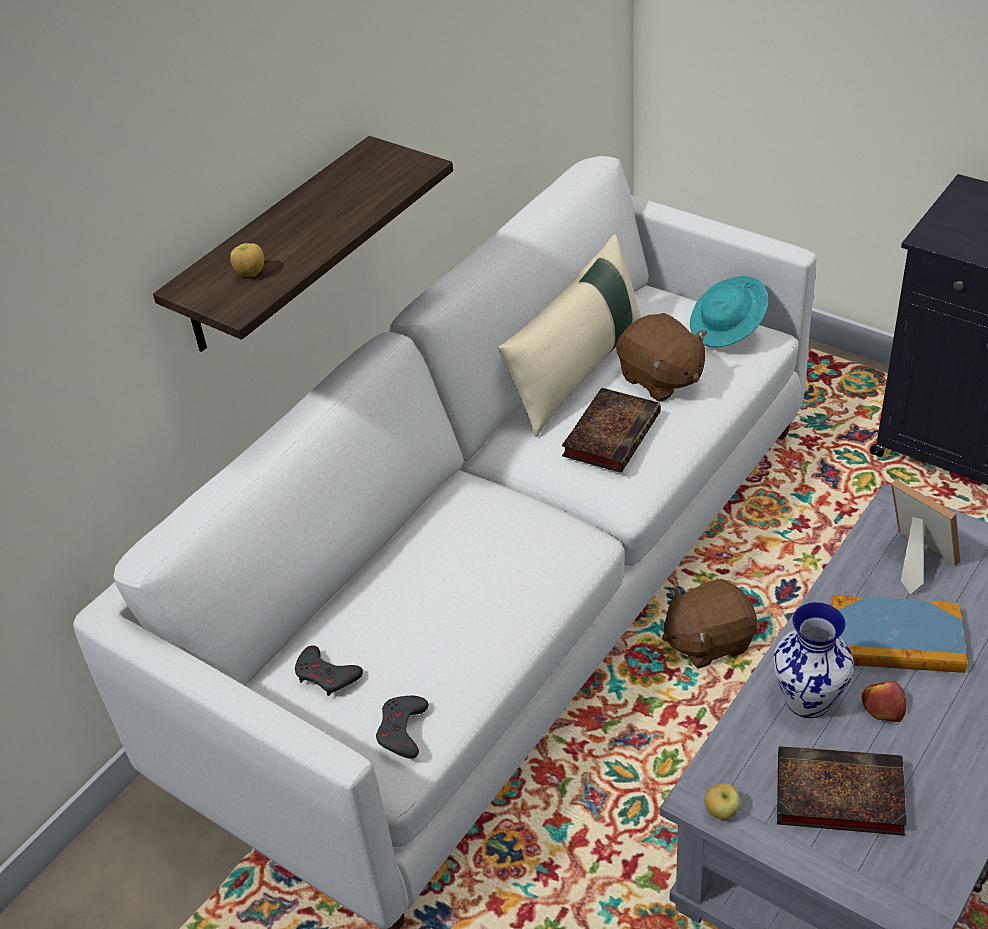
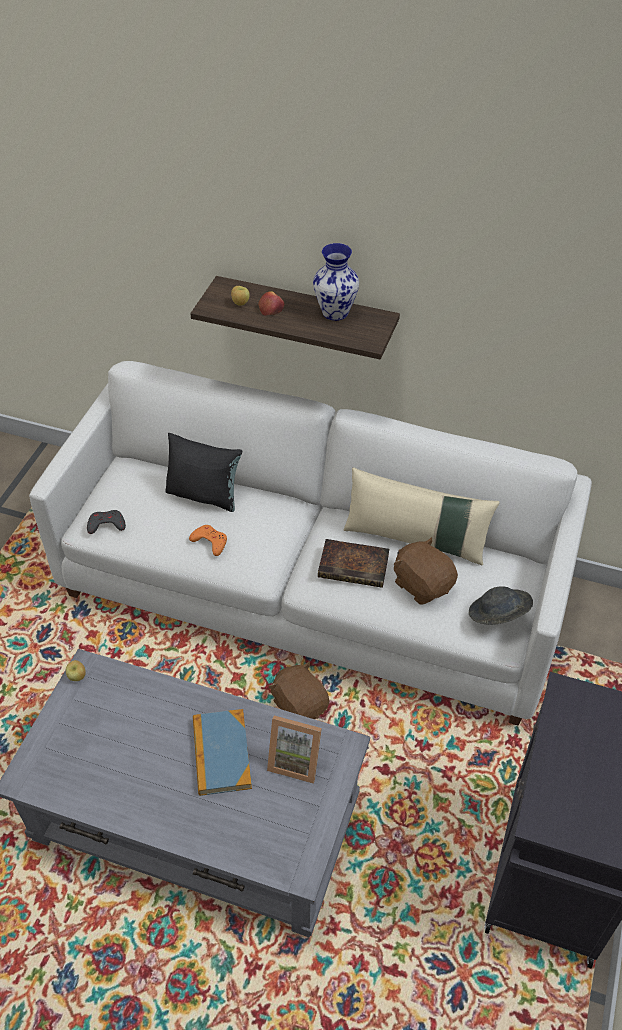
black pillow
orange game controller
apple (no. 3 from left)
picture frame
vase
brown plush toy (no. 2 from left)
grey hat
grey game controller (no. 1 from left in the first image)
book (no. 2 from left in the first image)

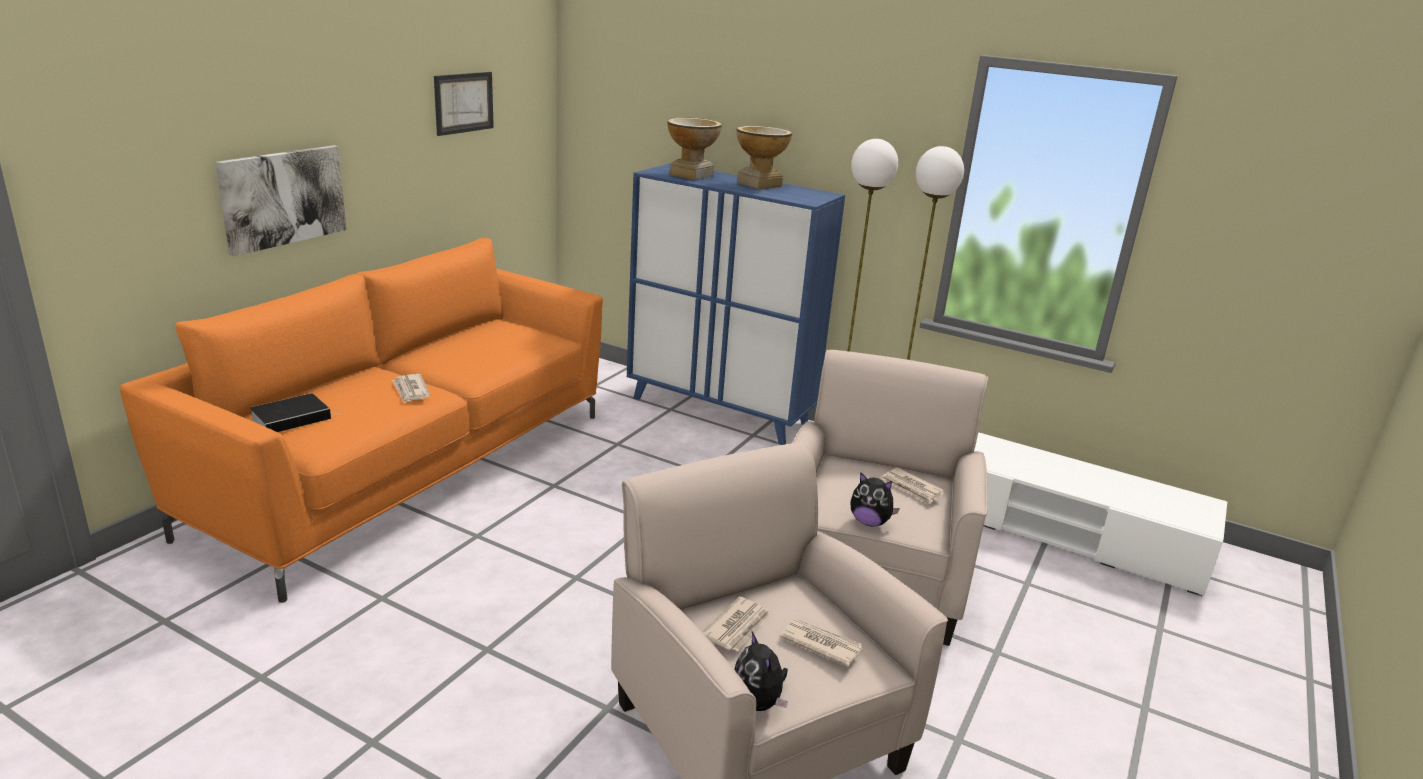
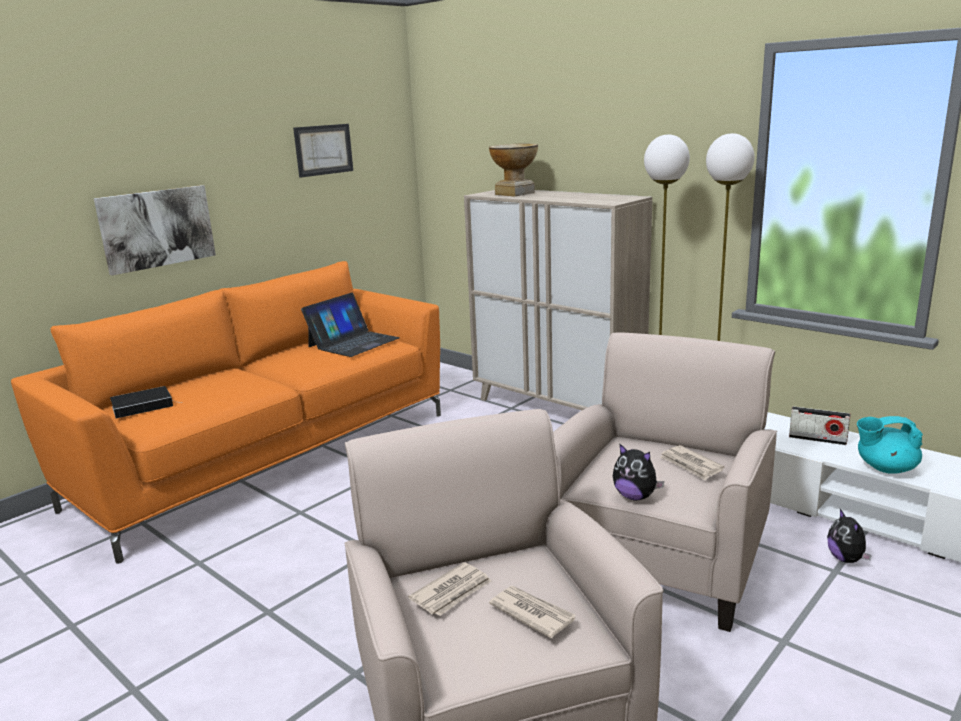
laptop
beige cabinet
radio
plush toy (no. 2 from left)
turquoise teapot
newspaper (no. 1 from left in the first image)
vase (no. 2 from left in the first image)

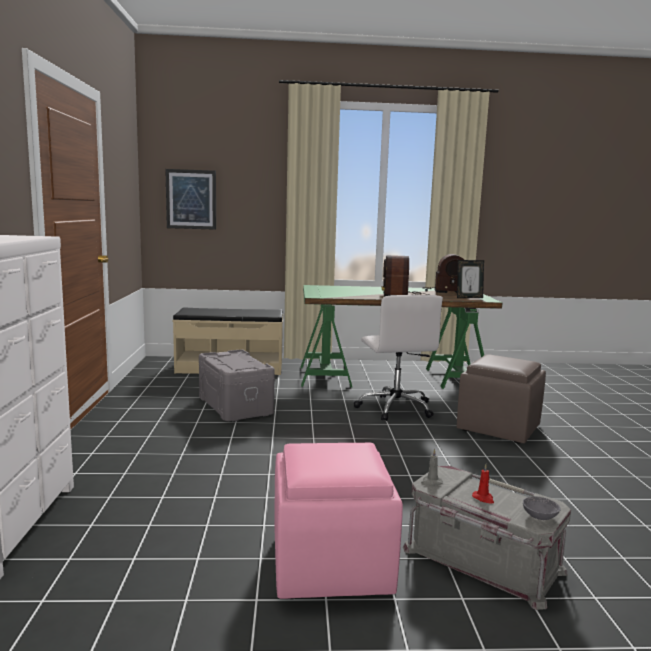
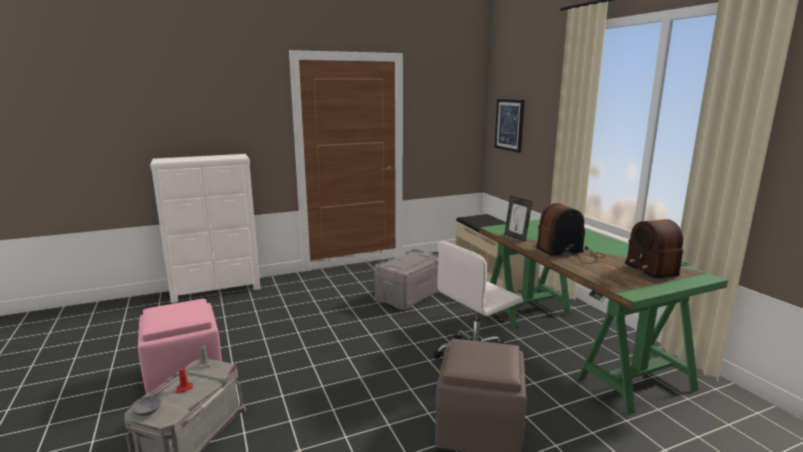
picture frame

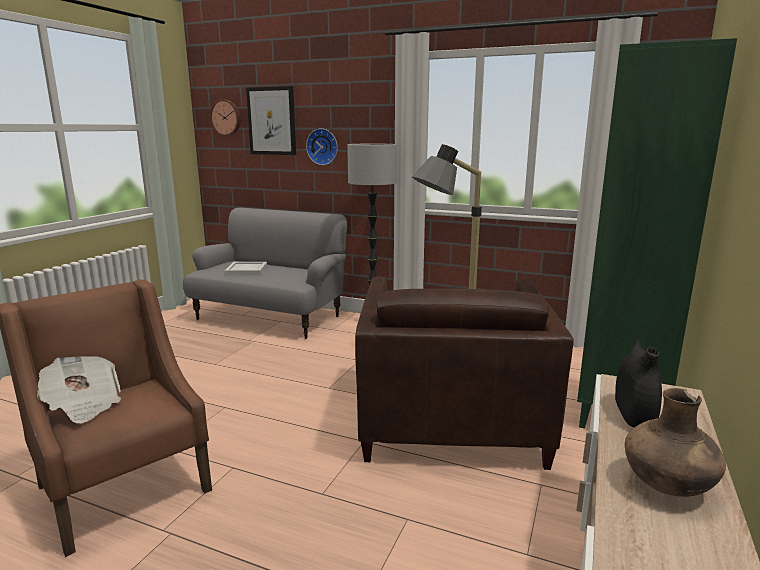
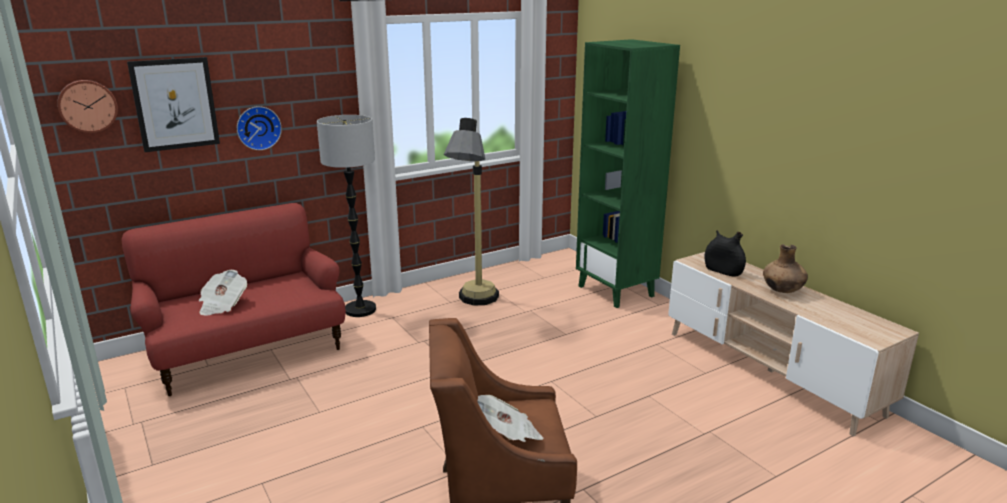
red sofa
newspaper (no. 1 from left)
brown armchair (no. 2 from left in the first image)

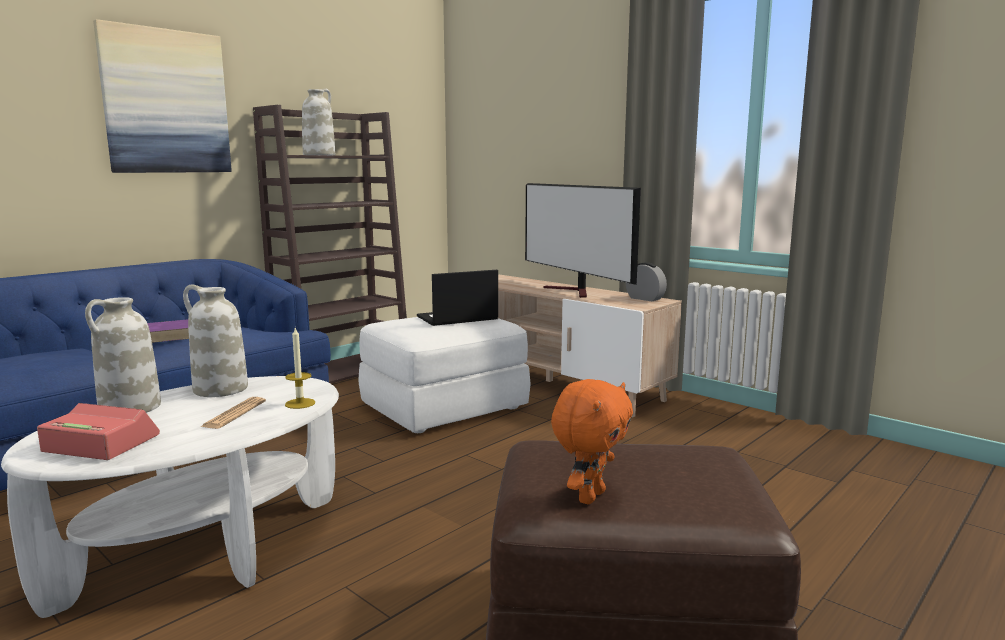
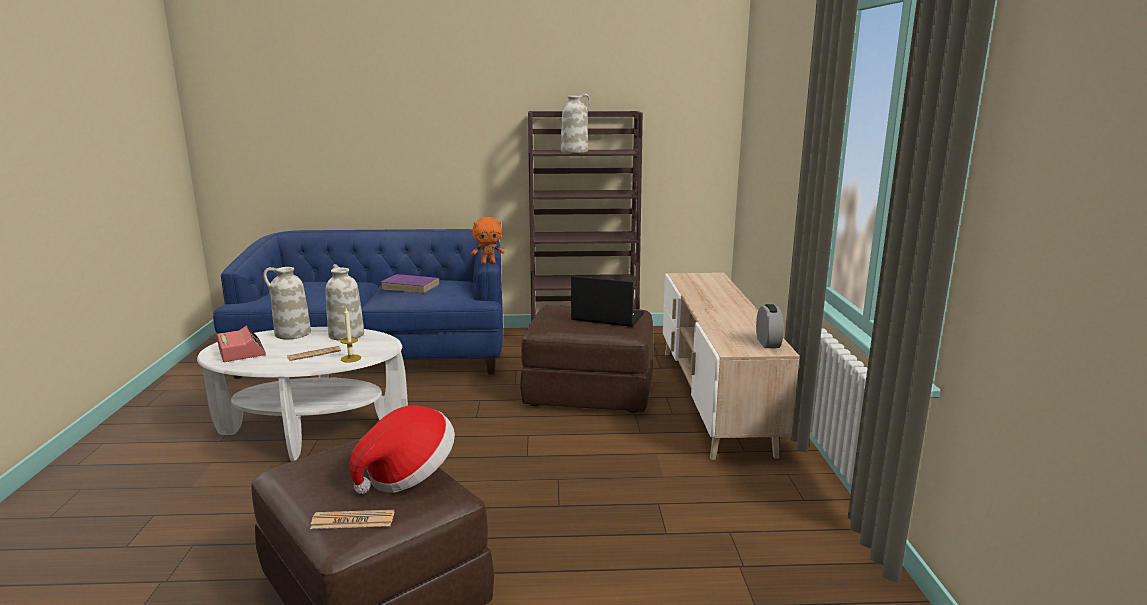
newspaper (no. 2 from left)
hat
orange plush toy
brown ottoman (no. 2 from left)
picture
television

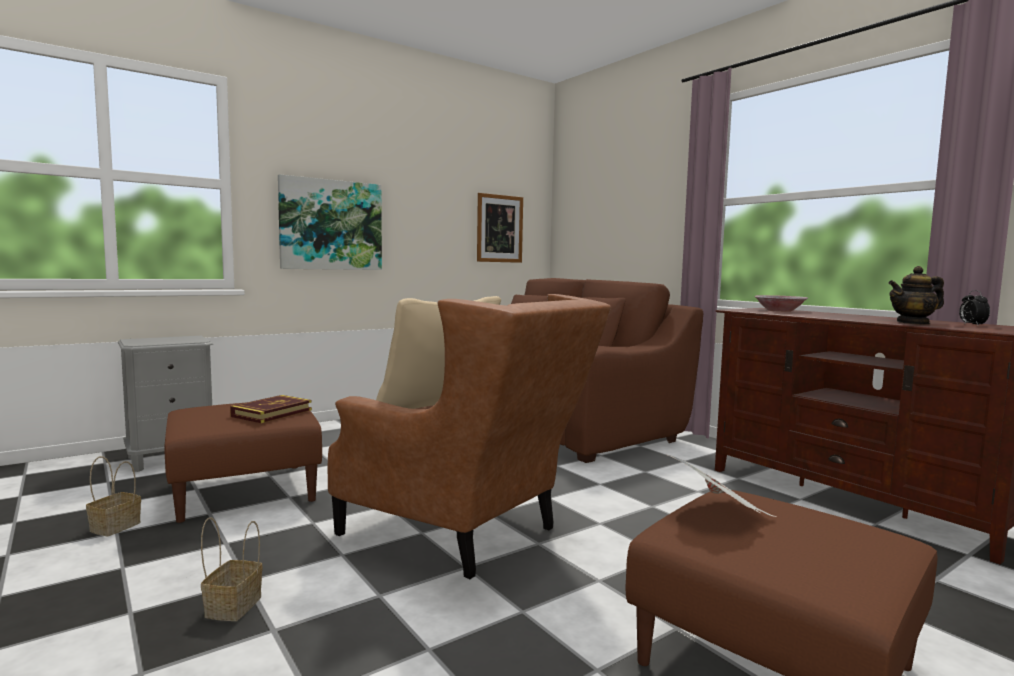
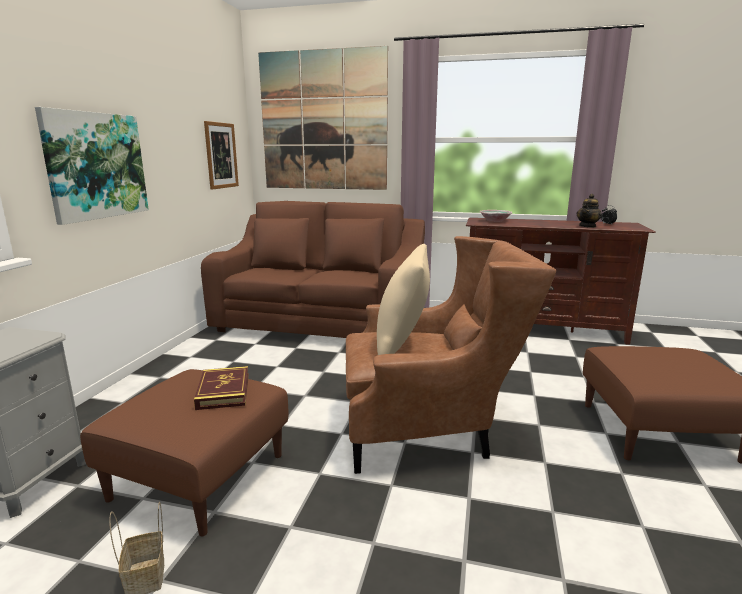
picture (no. 3 from left)
basket (no. 2 from left in the first image)
newspaper

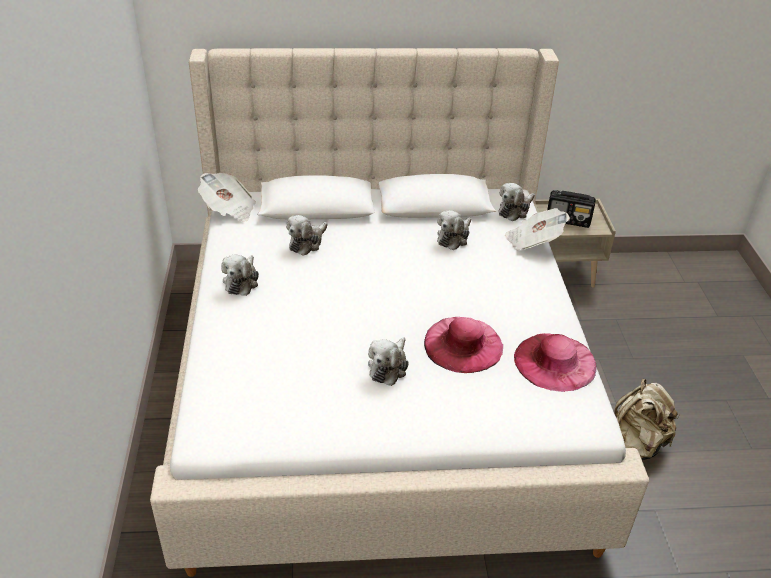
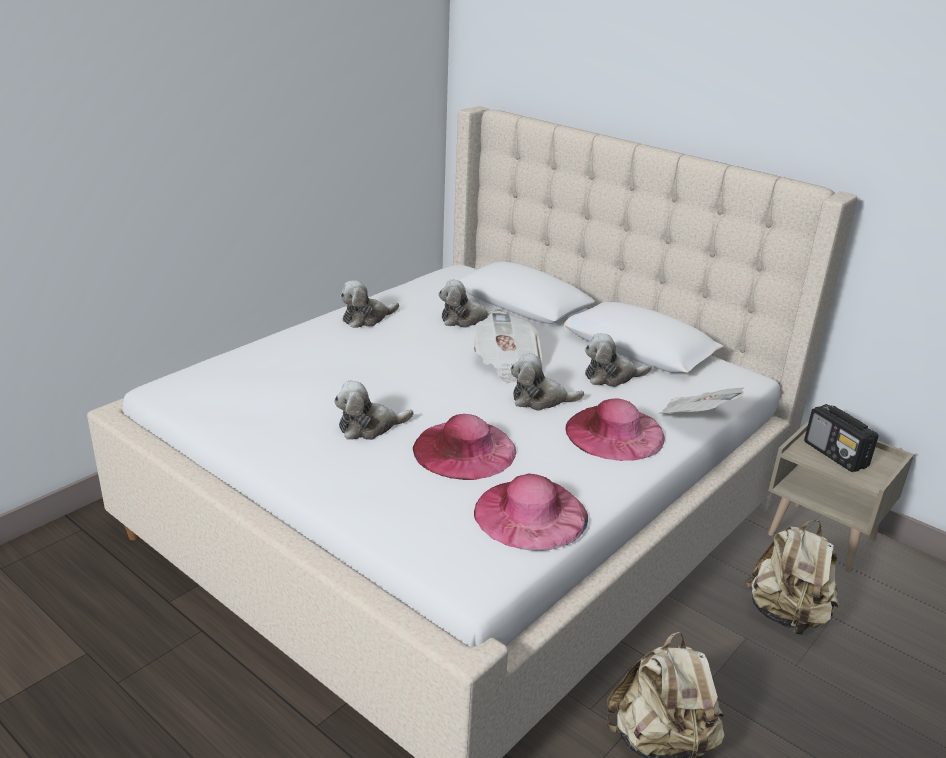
newspaper (no. 1 from left)
plush toy (no. 4 from left)
pink hat (no. 3 from left)
beige backpack (no. 2 from left)

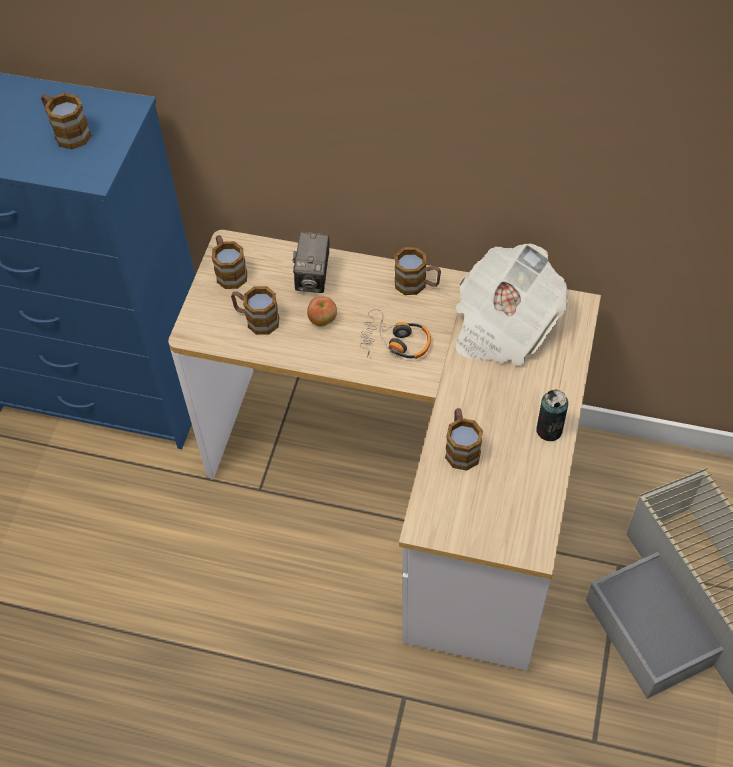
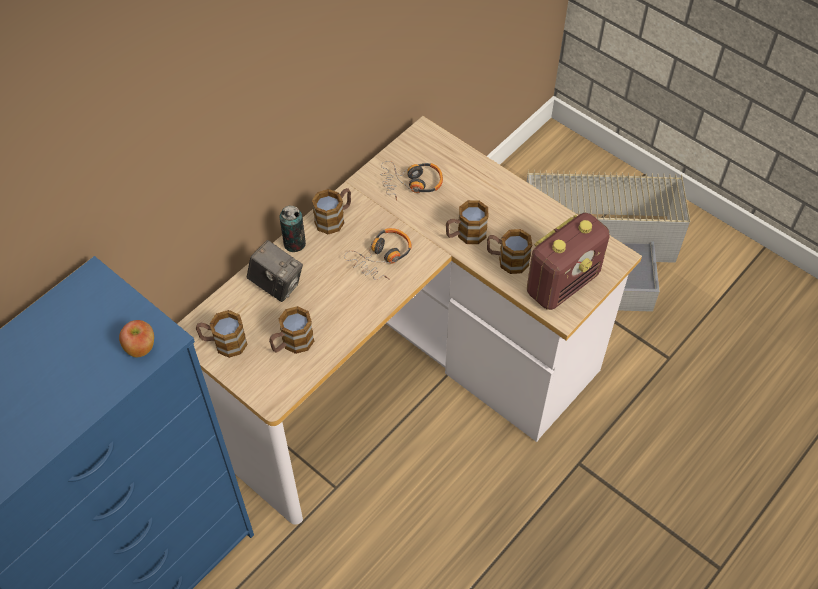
apple
can
headphones (no. 2 from left)
mug (no. 4 from left)
radio

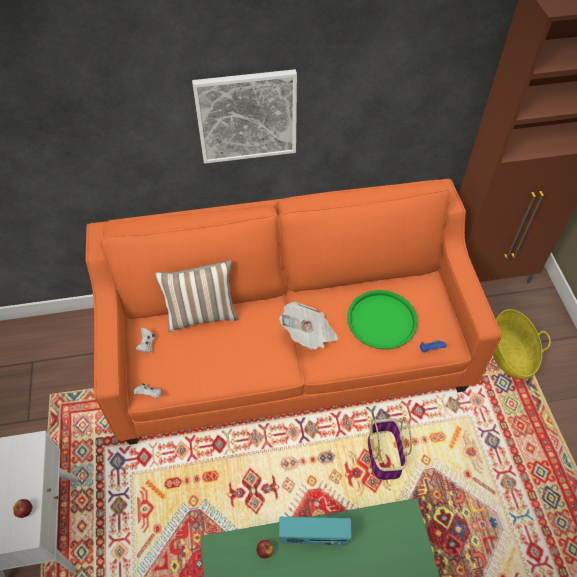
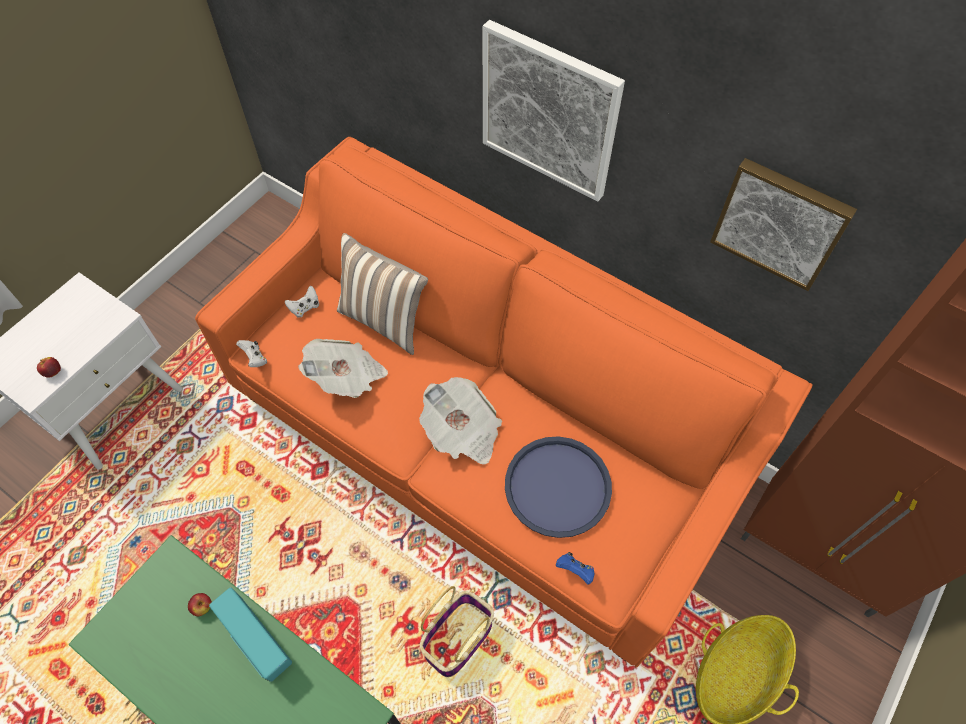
newspaper (no. 1 from left)
blue tray
picture (no. 2 from left)

